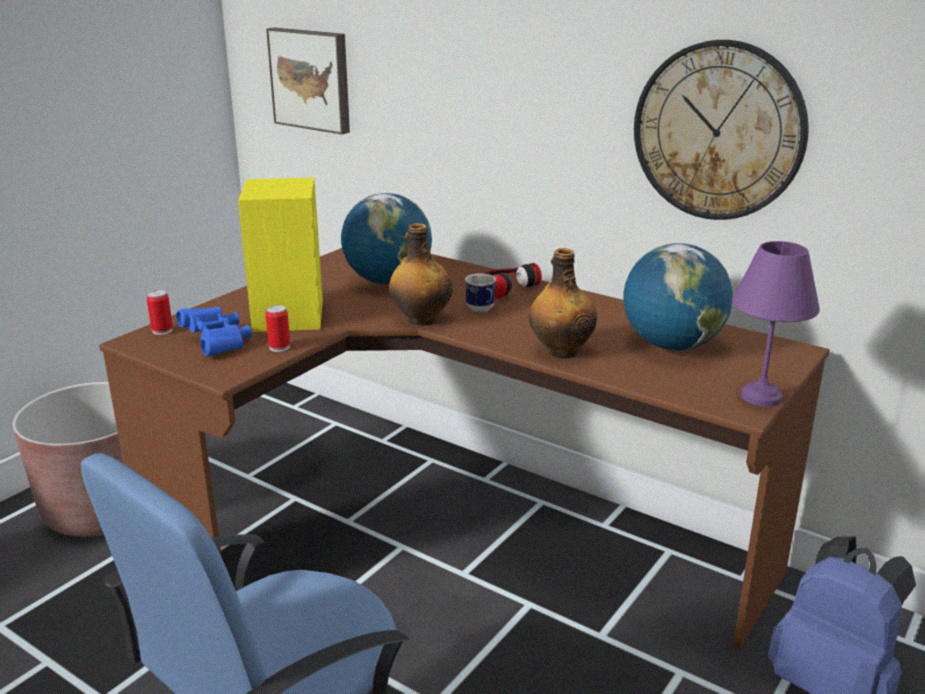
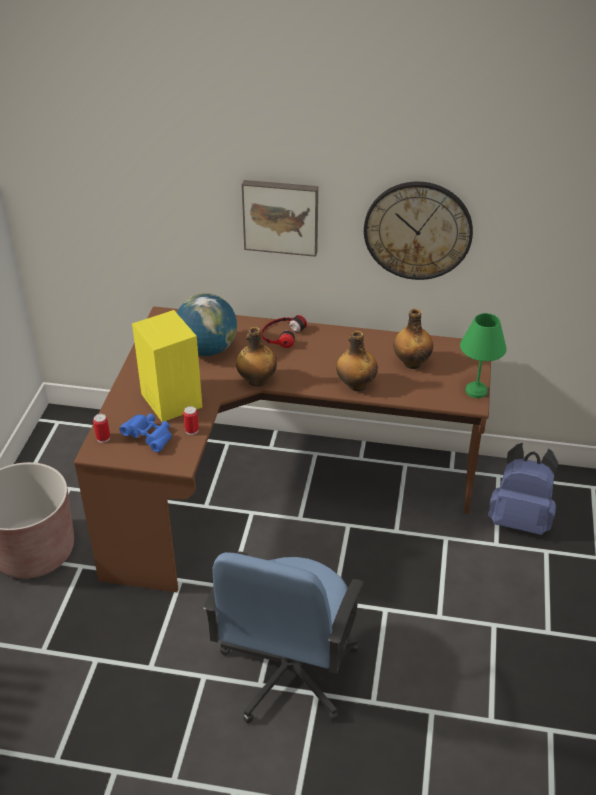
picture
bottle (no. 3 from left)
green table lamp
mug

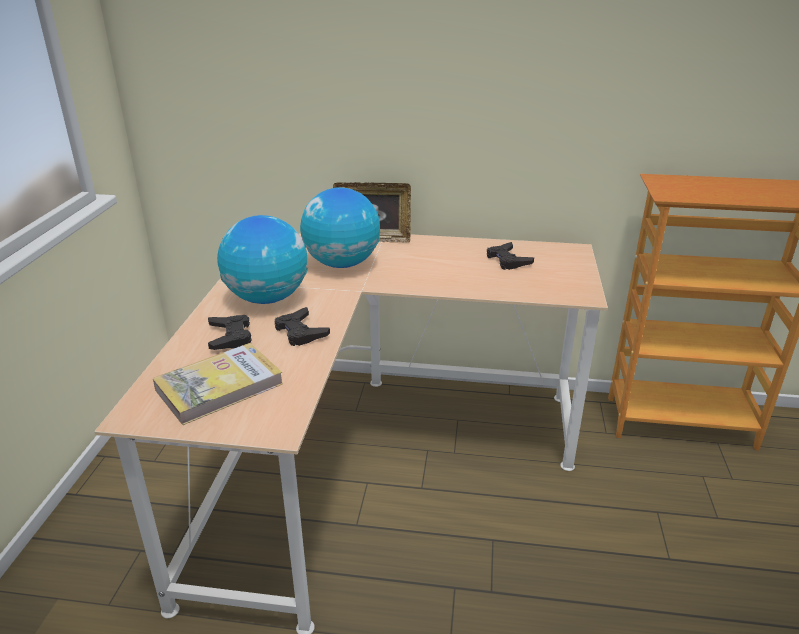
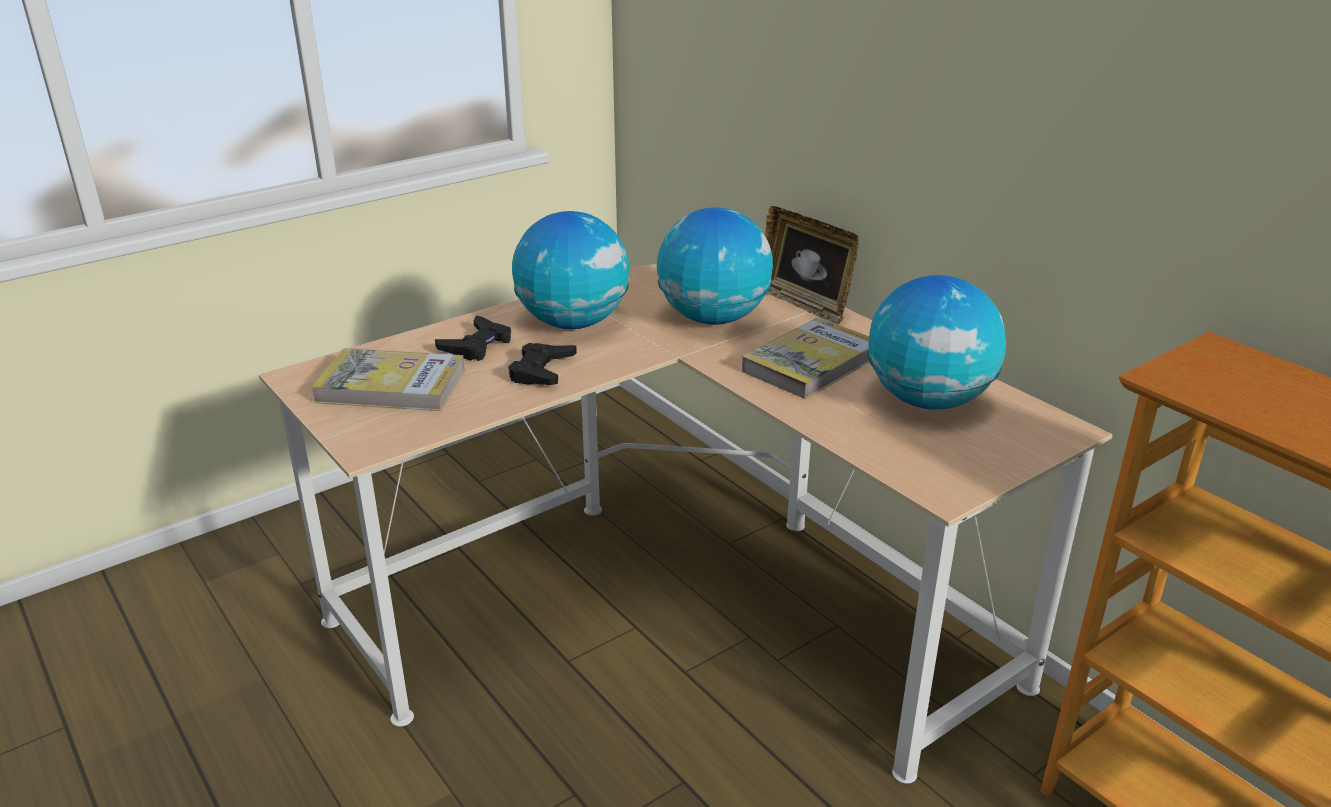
book (no. 2 from left)
globe (no. 3 from left)

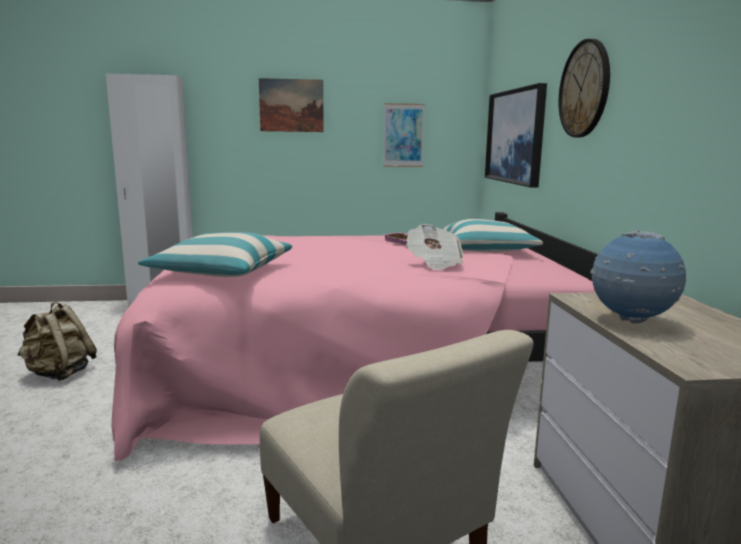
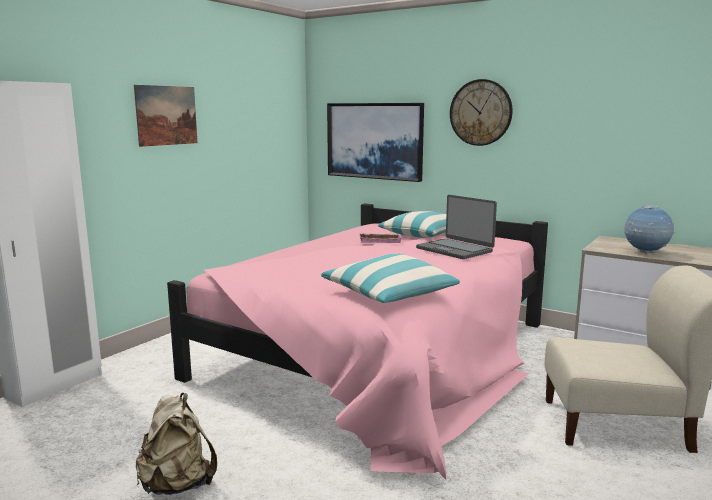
laptop
picture (no. 2 from left in the first image)

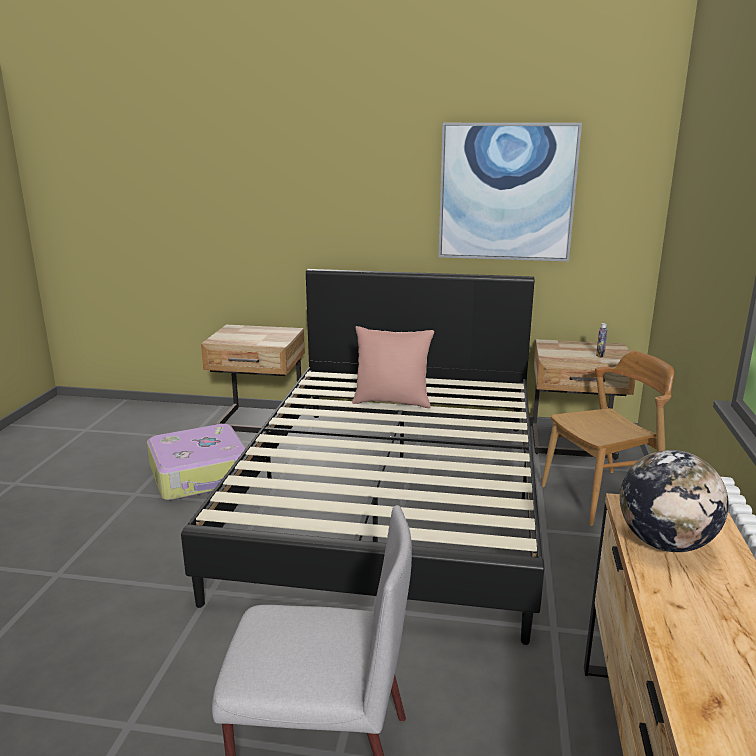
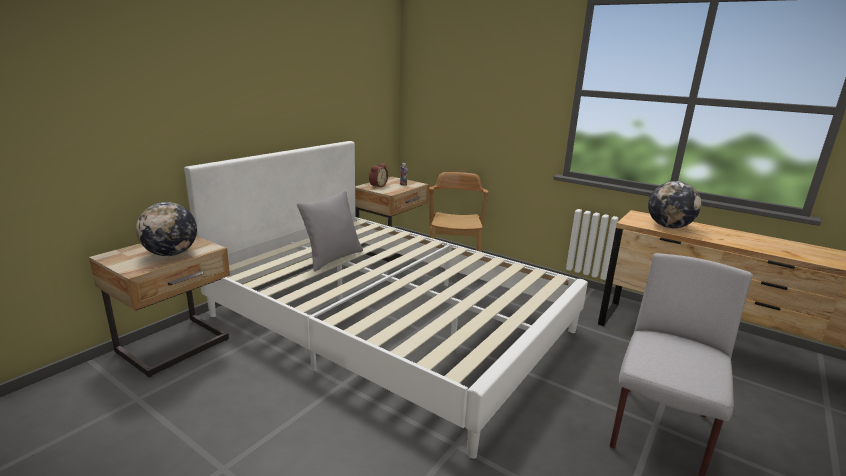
globe (no. 1 from left)
white bed
grey pillow
alarm clock
suitcase
picture

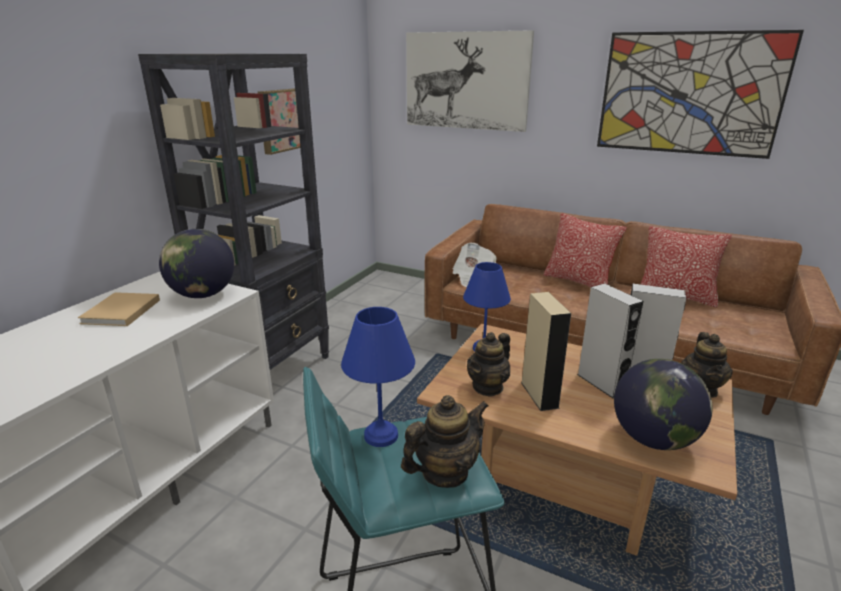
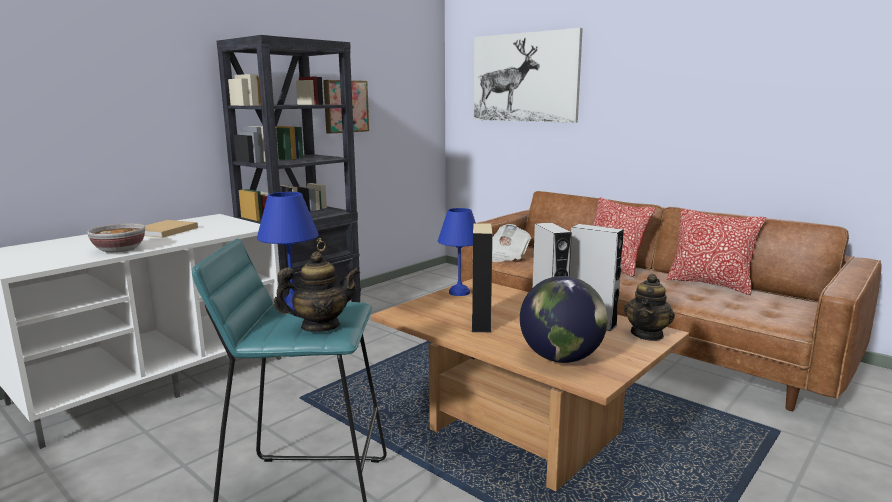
bowl
globe (no. 1 from left in the first image)
teapot (no. 2 from left in the first image)
picture (no. 3 from left in the first image)

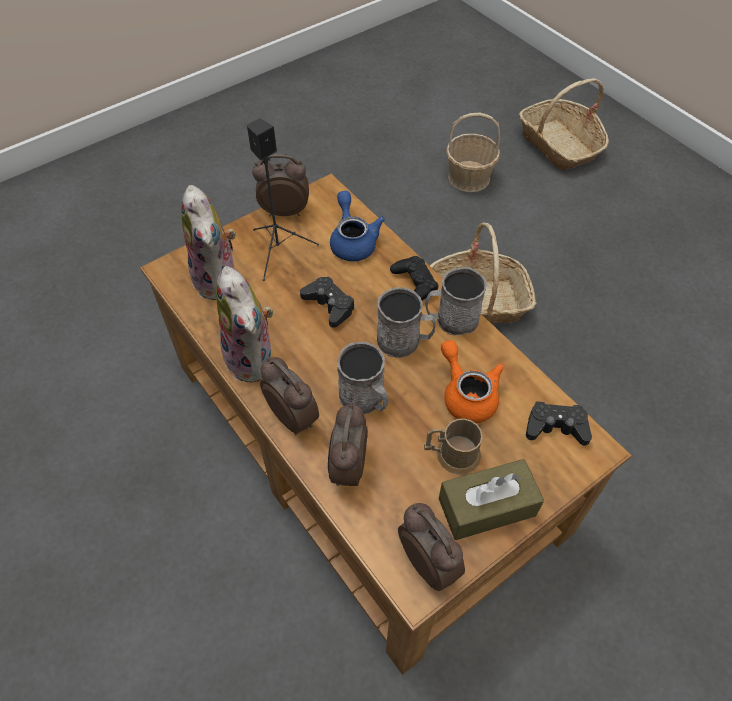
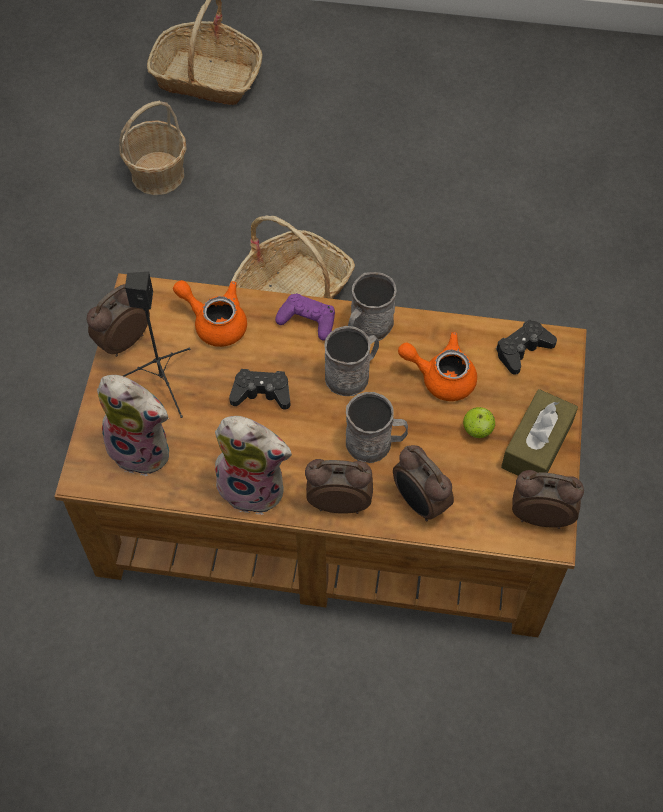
orange teapot (no. 1 from left)
purple game controller
apple

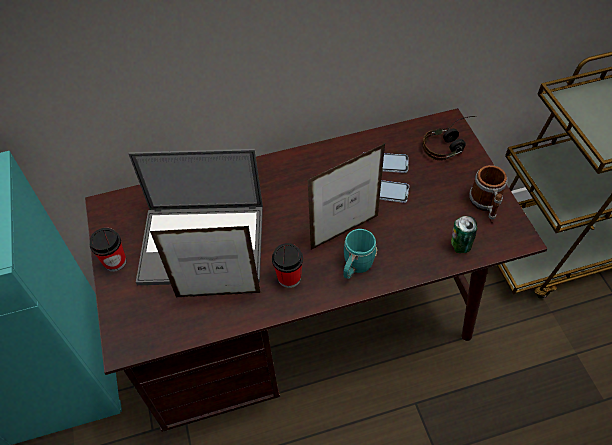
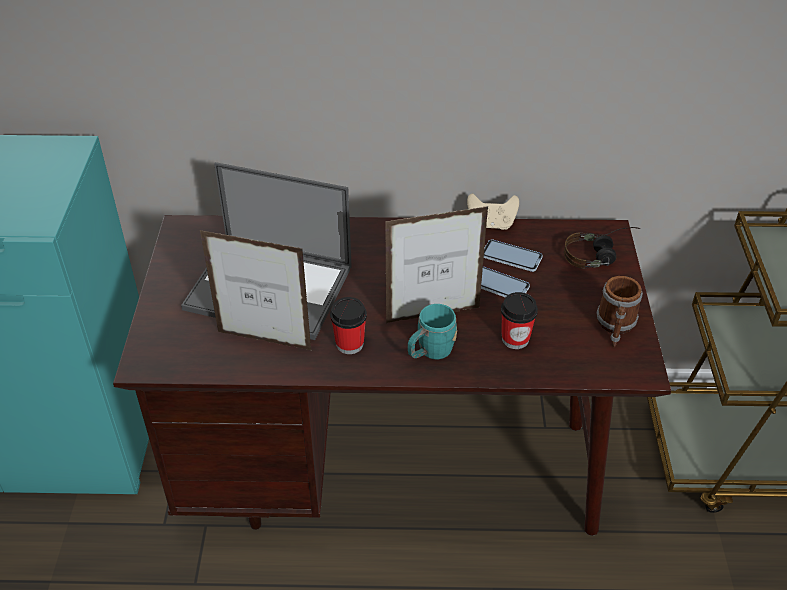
beige game controller
cup (no. 2 from left)
can

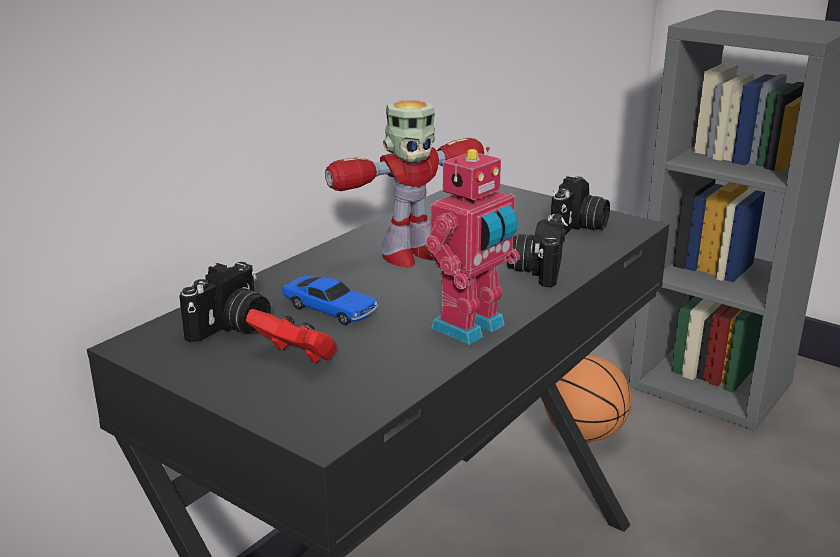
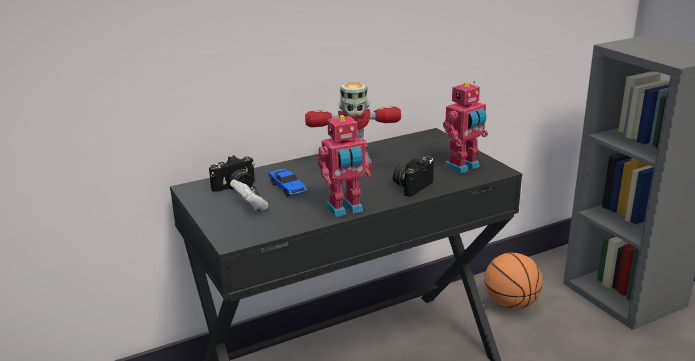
white game controller
toy robot (no. 3 from left)

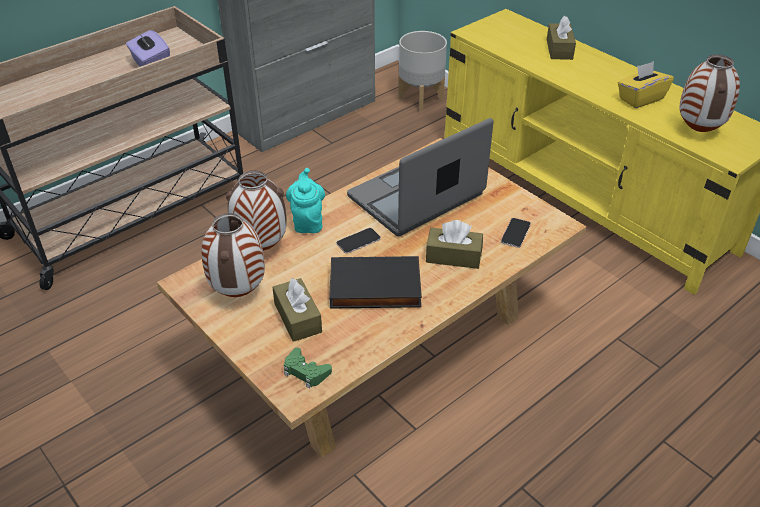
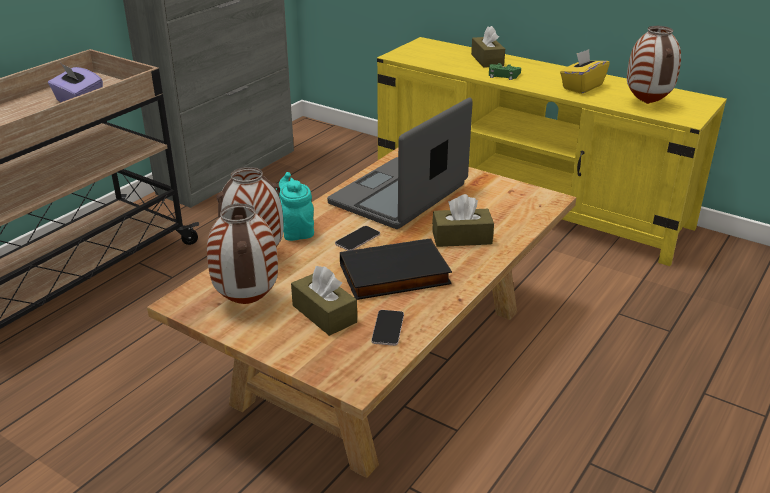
phone (no. 2 from left)
green game controller
grey planter

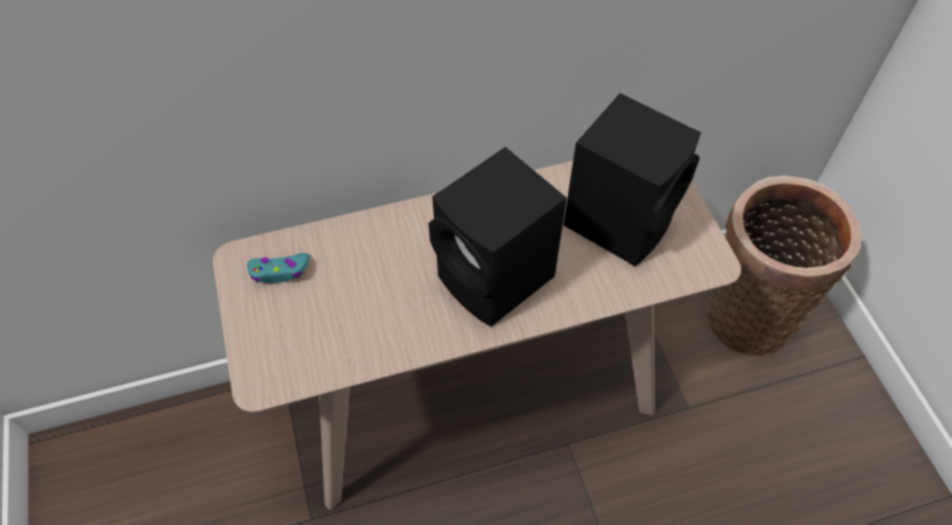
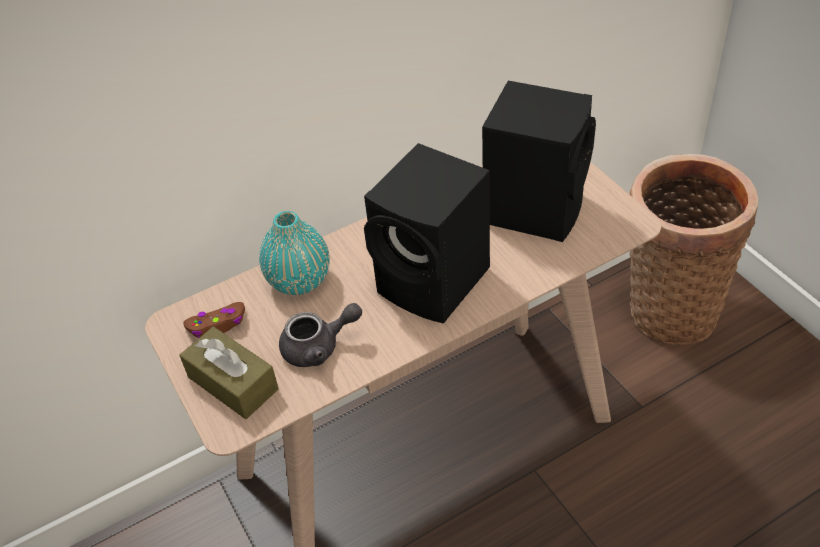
brown tissue box
brown game controller
turquoise vase
grey teapot

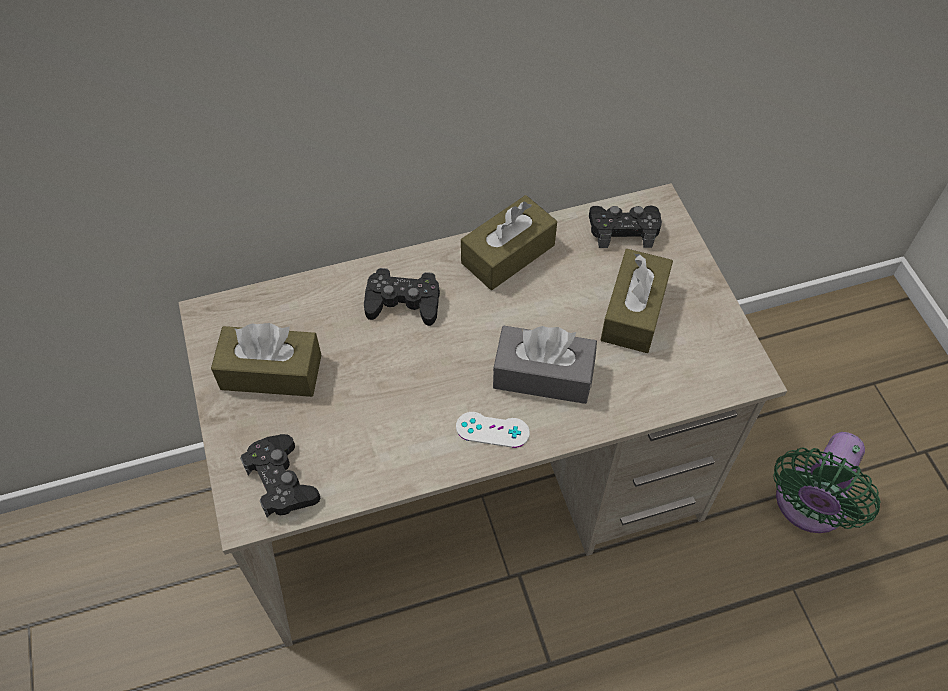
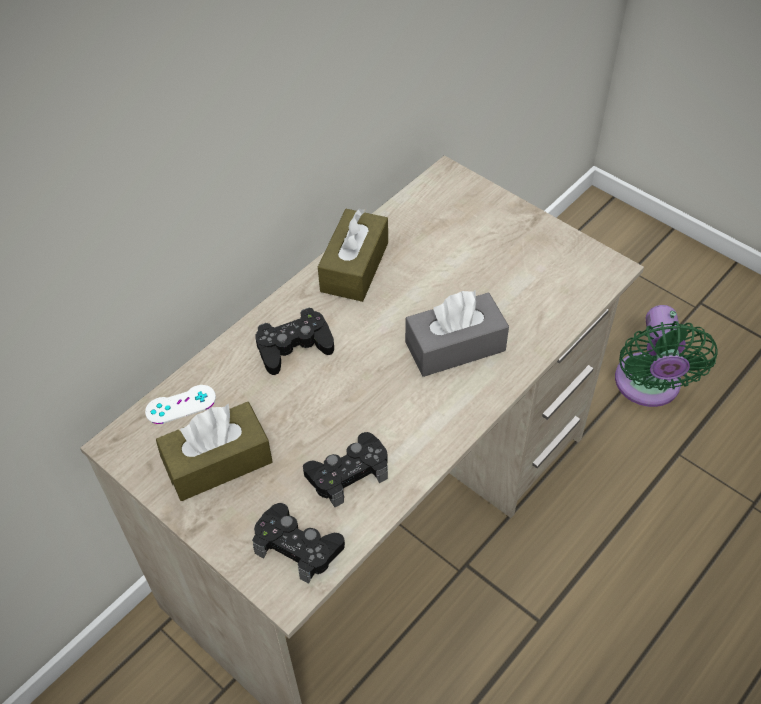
white game controller
black game controller (no. 3 from left)
brown tissue box (no. 3 from left in the first image)

